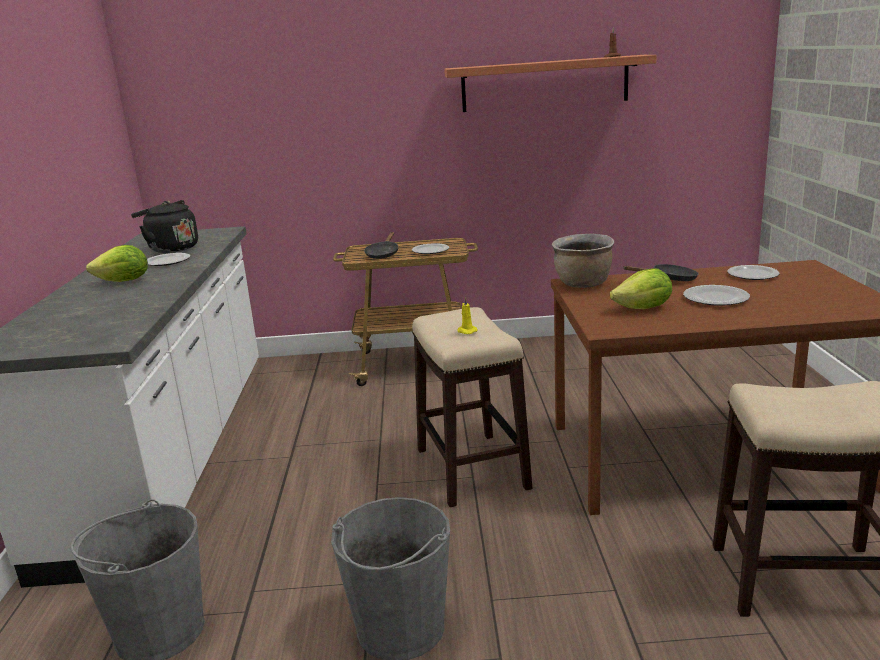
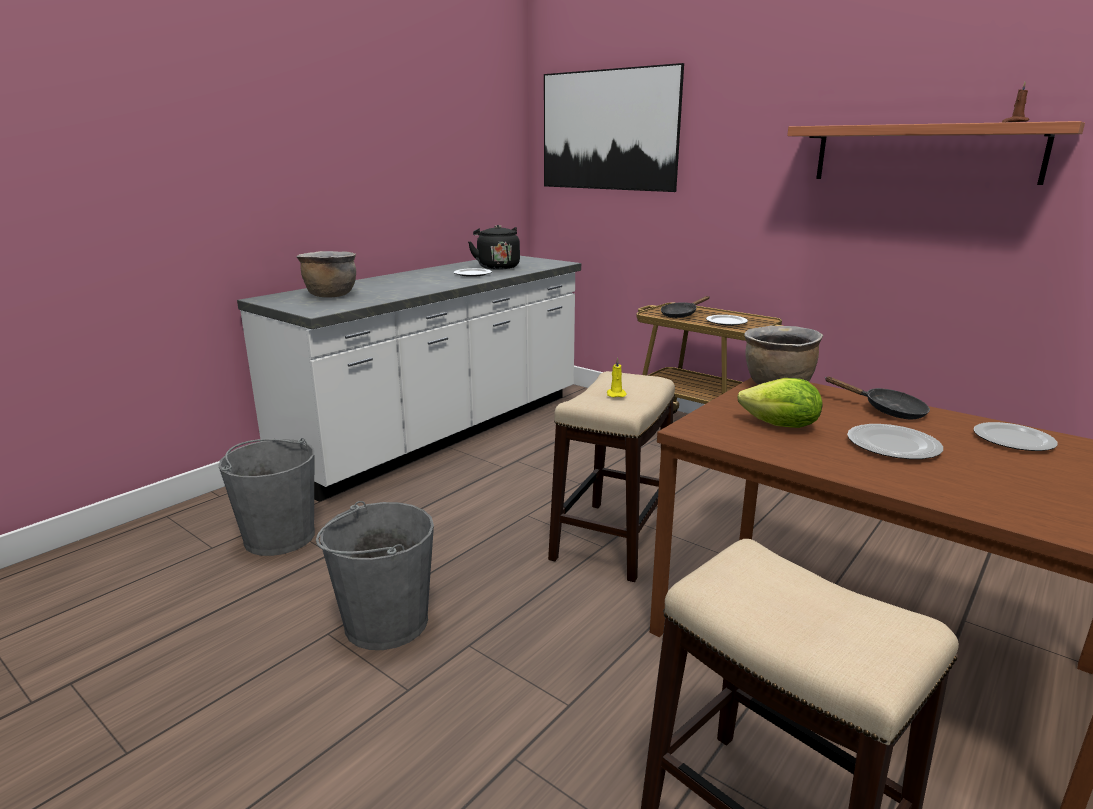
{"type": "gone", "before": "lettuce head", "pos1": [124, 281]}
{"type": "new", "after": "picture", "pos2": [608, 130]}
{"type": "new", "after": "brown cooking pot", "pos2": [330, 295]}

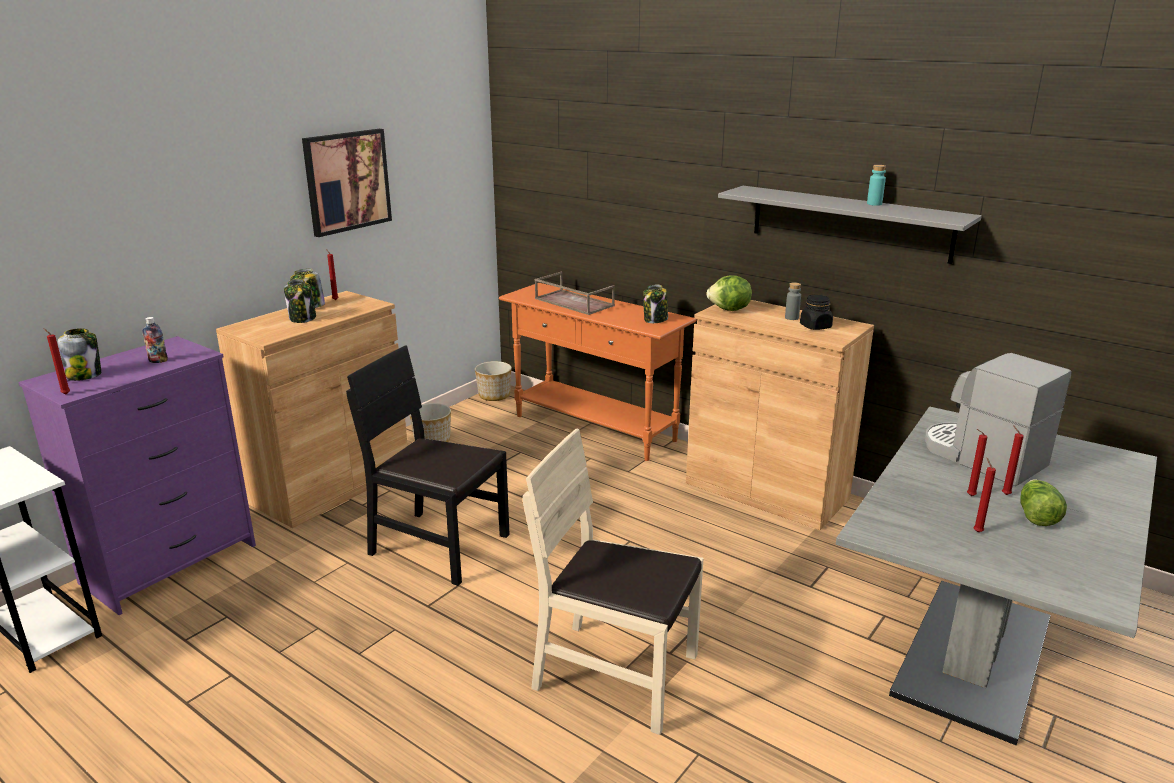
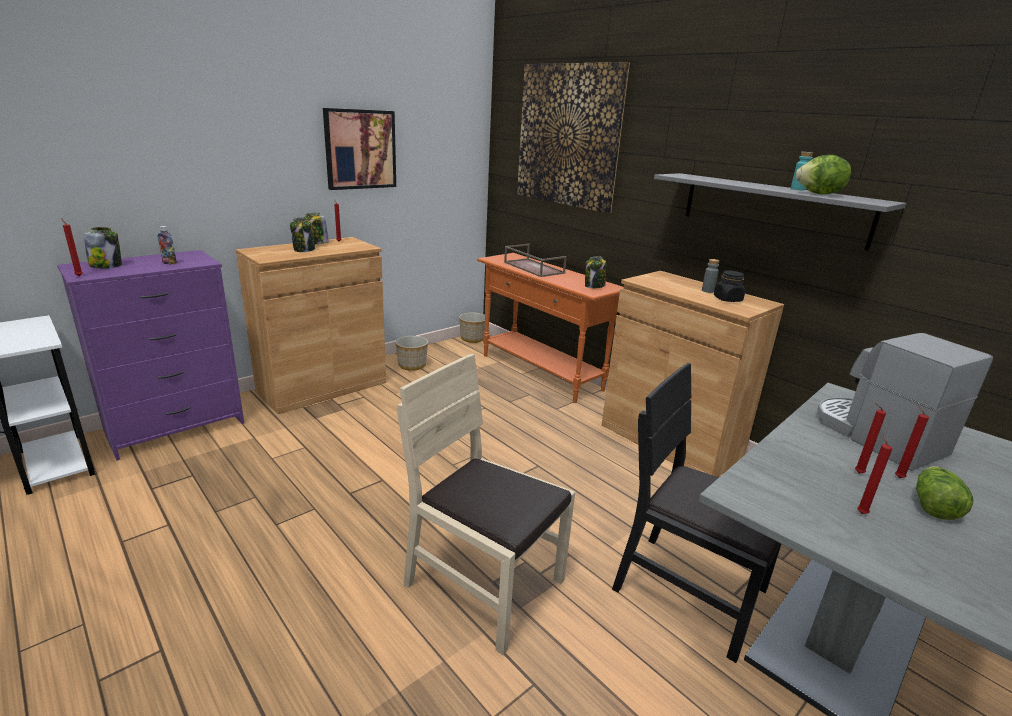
{"type": "shifted", "before": "lettuce head", "pos1": [729, 310], "pos2": [819, 194]}
{"type": "shifted", "before": "black upright chair", "pos1": [439, 546], "pos2": [690, 591]}
{"type": "new", "after": "picture", "pos2": [568, 136]}

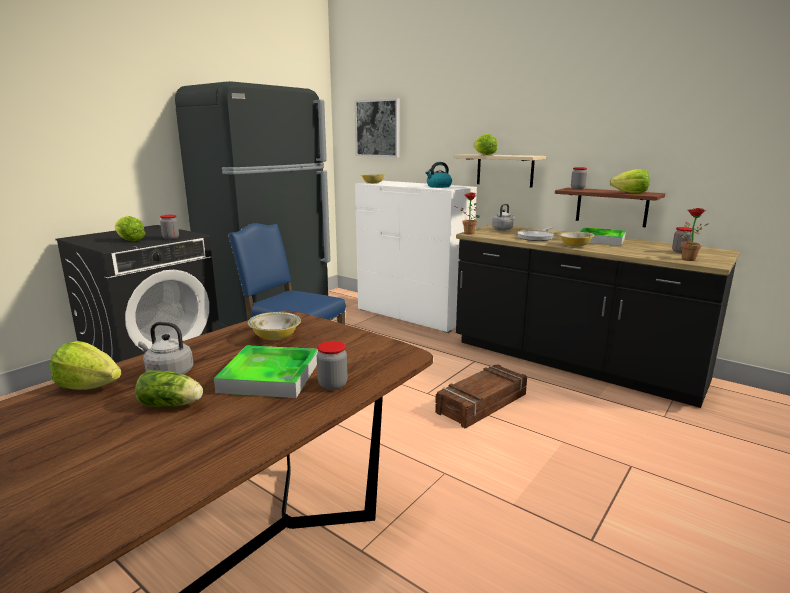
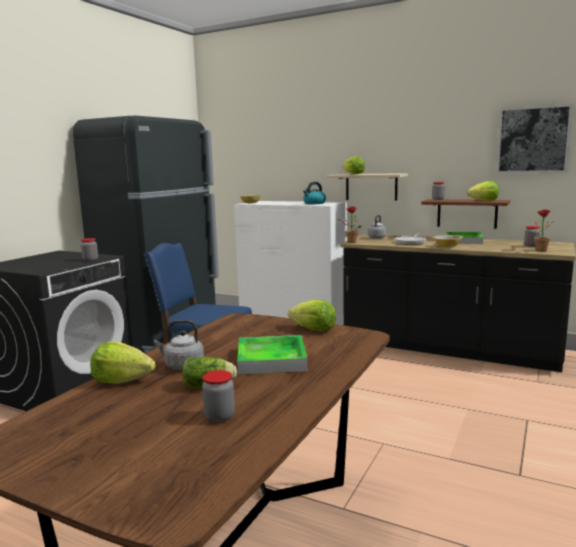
{"type": "shifted", "before": "picture", "pos1": [378, 128], "pos2": [533, 139]}
{"type": "shifted", "before": "lettuce head", "pos1": [129, 240], "pos2": [313, 329]}
{"type": "gone", "before": "serving bowl", "pos1": [275, 337]}
{"type": "shifted", "before": "jar", "pos1": [333, 385], "pos2": [219, 416]}
{"type": "gone", "before": "packing crate", "pos1": [482, 404]}

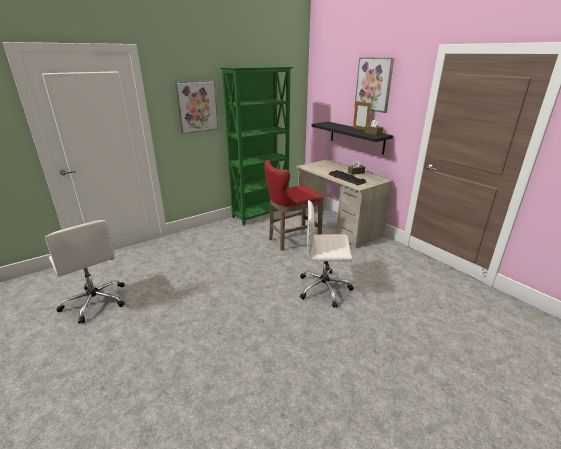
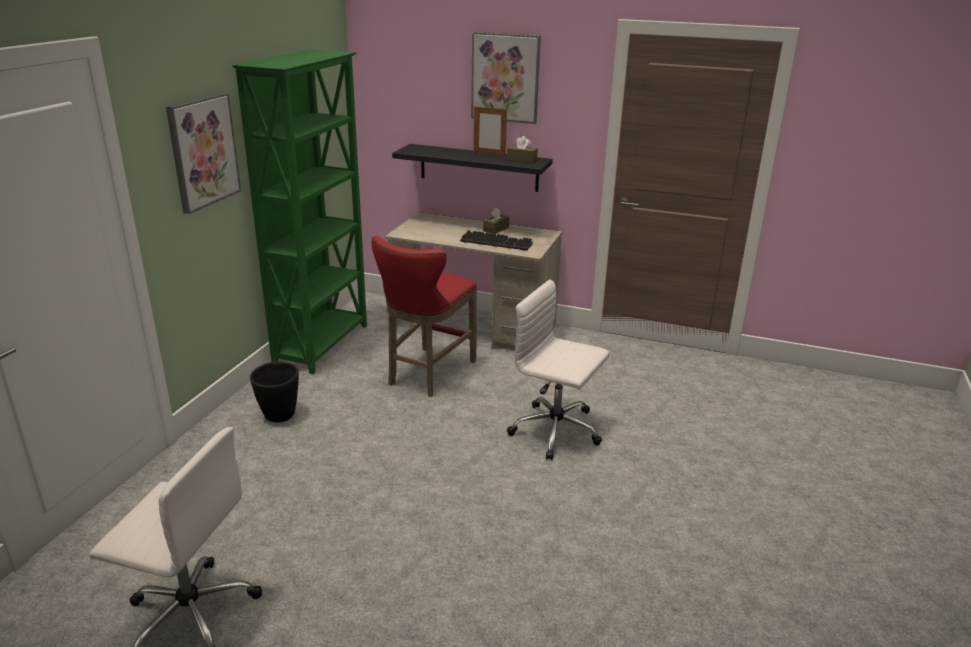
{"type": "rotated", "before": "white desk chair", "pos1": [325, 288], "pos2": [557, 431], "turn": 60}
{"type": "new", "after": "black flower pot", "pos2": [279, 416]}

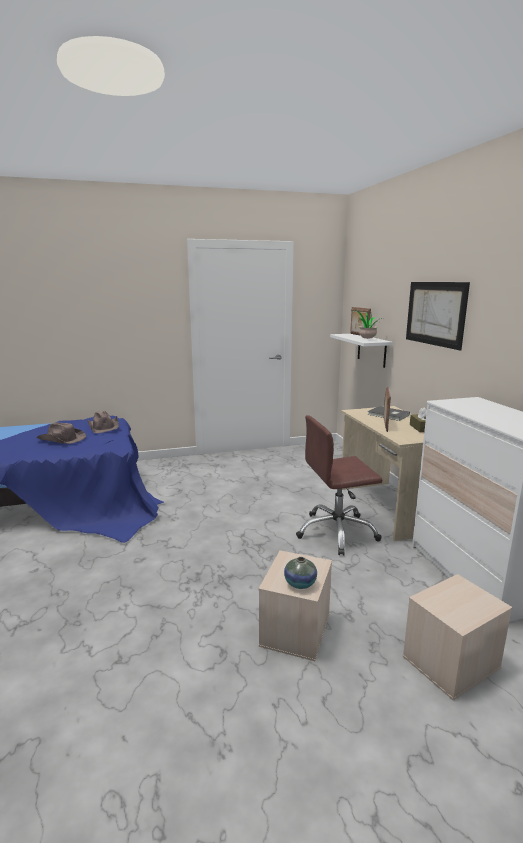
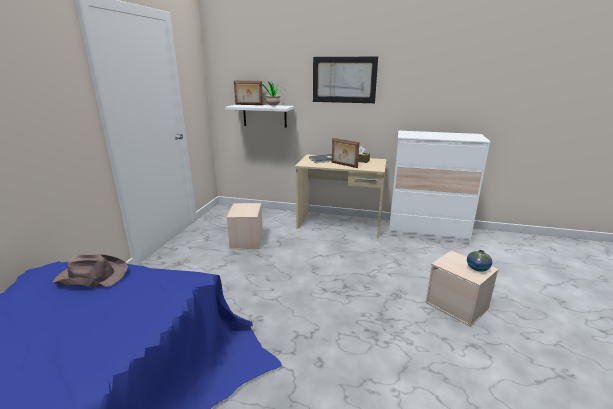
{"type": "gone", "before": "brown desk chair", "pos1": [337, 532]}
{"type": "gone", "before": "brown wearable hat", "pos1": [61, 439]}
{"type": "shifted", "before": "beige-coloured storage bin", "pos1": [451, 663], "pos2": [247, 240]}

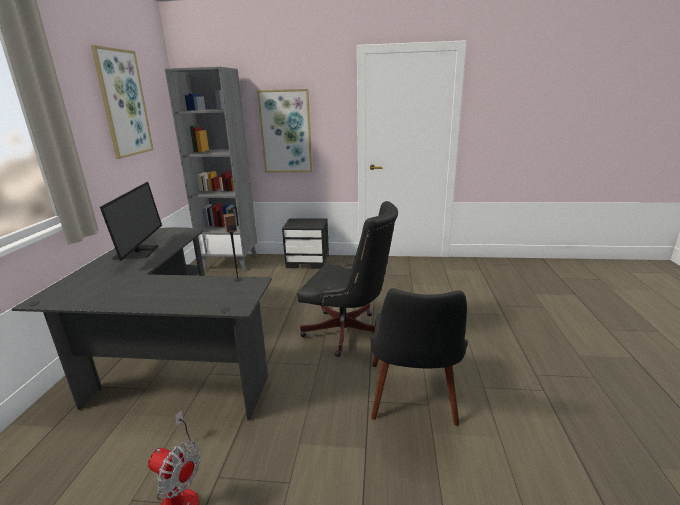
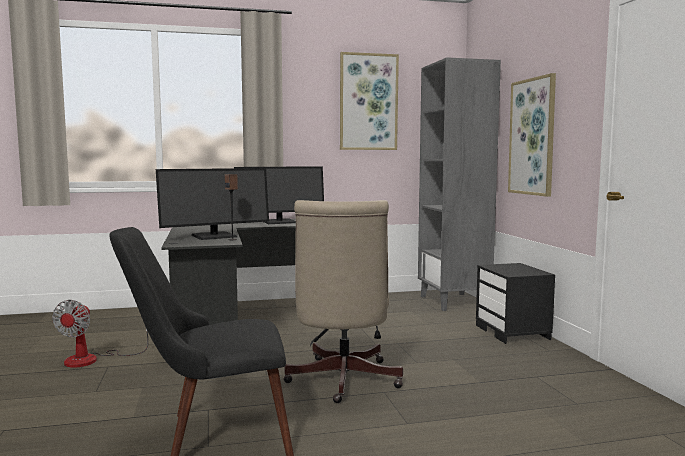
{"type": "repainted", "before": "black desk chair", "after": "beige-coloured desk chair", "pos1": [349, 333], "pos2": [342, 382]}
{"type": "new", "after": "monitor", "pos2": [214, 236]}

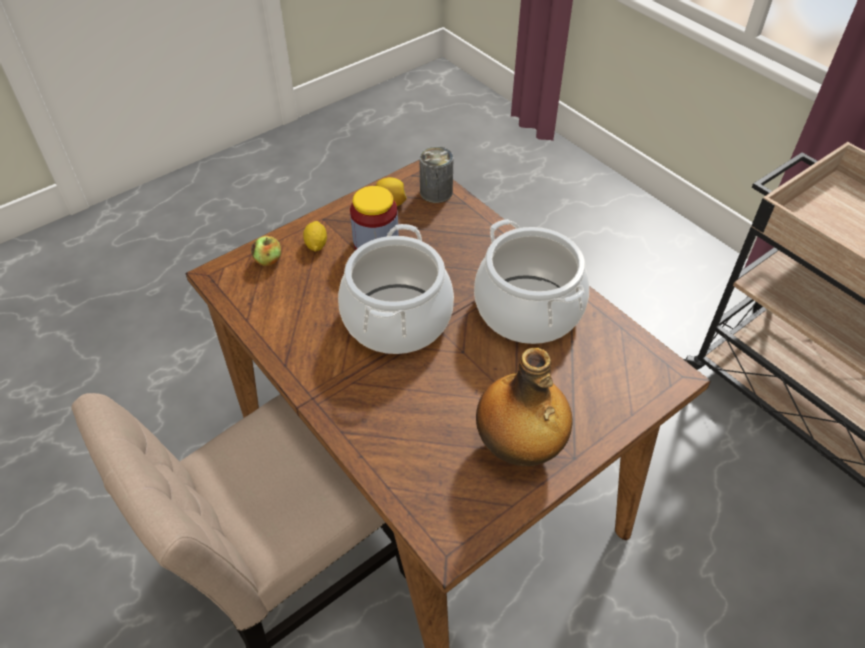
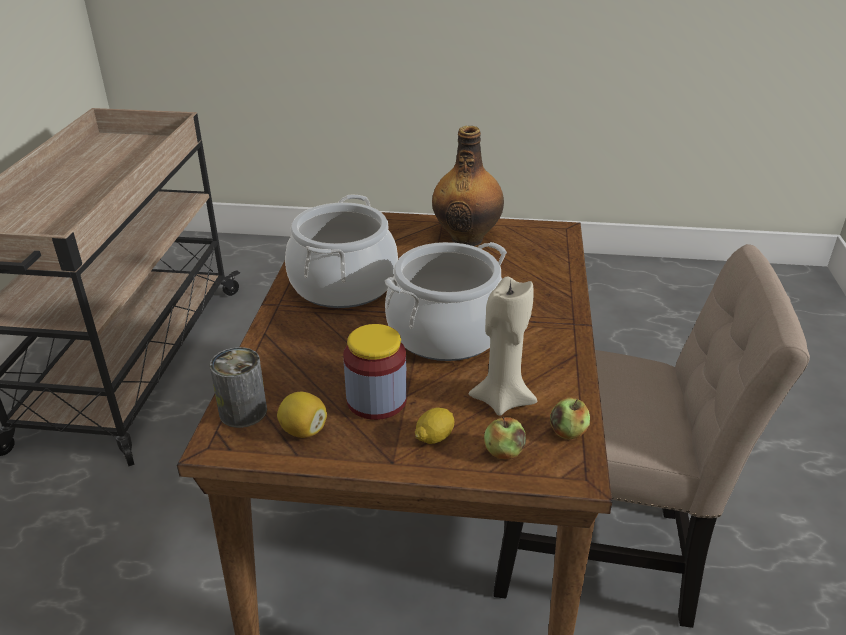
{"type": "new", "after": "beige-coloured wax light", "pos2": [502, 400]}
{"type": "new", "after": "apple", "pos2": [568, 432]}

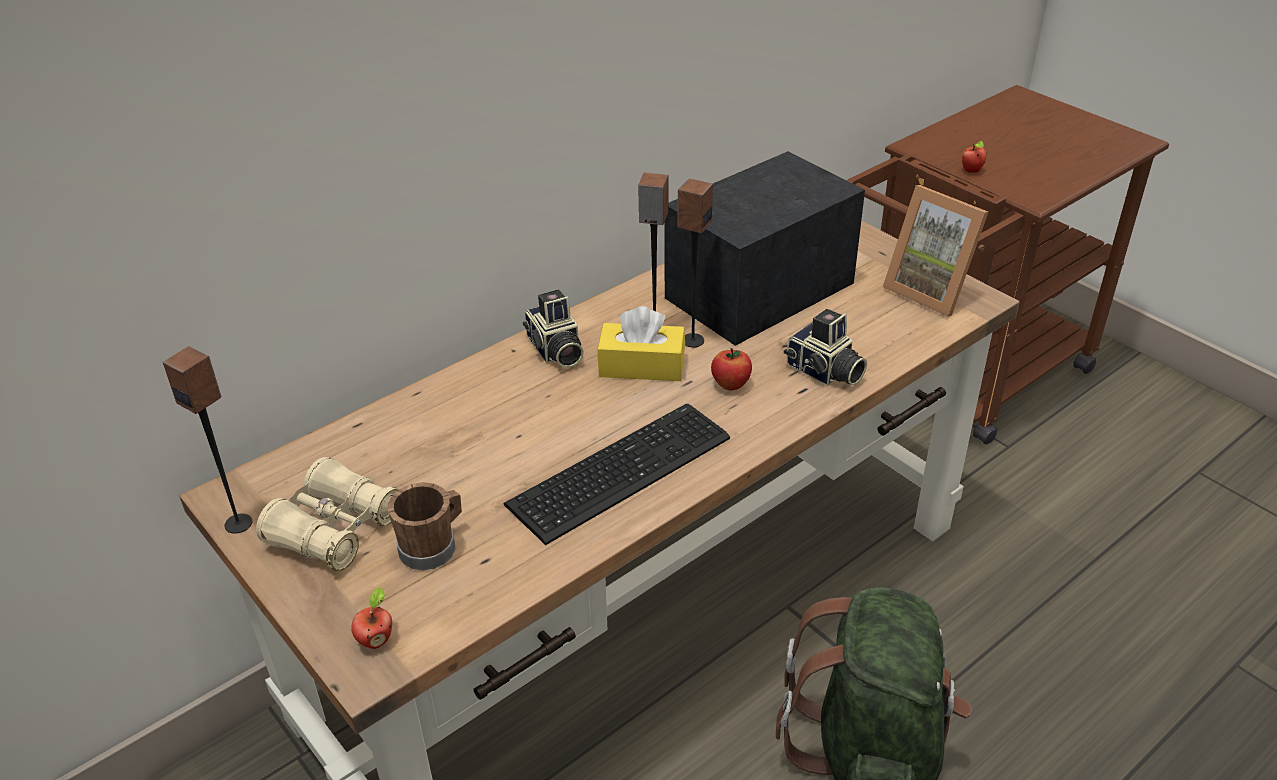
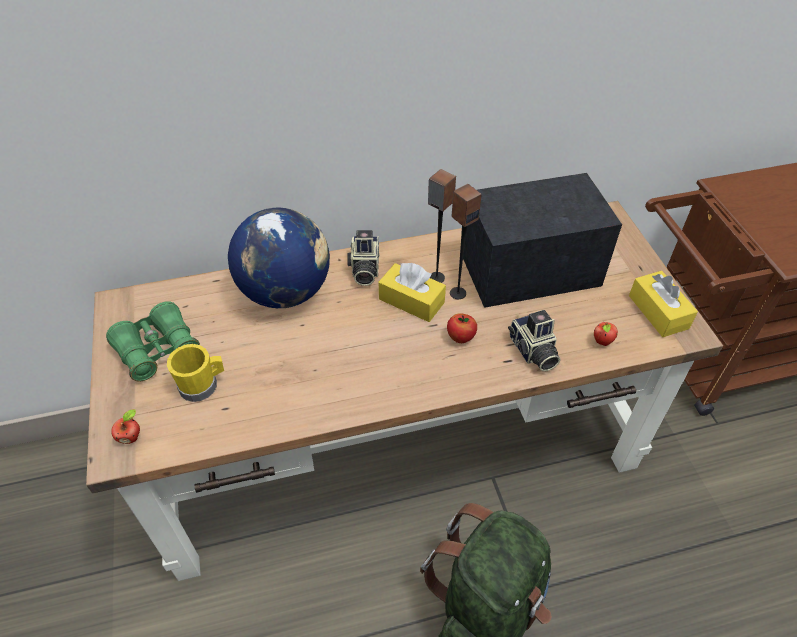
{"type": "shifted", "before": "apple", "pos1": [972, 171], "pos2": [602, 342]}
{"type": "swapped", "before": "photo frame", "after": "yellowish tissue holder", "pos1": [931, 290], "pos2": [658, 312]}
{"type": "gone", "before": "speaker", "pos1": [239, 523]}
{"type": "gone", "before": "computer keyboard", "pos1": [615, 470]}
{"type": "repainted", "before": "beige-coloured pair of binoculars", "after": "green pair of binoculars", "pos1": [334, 529], "pos2": [157, 350]}
{"type": "repainted", "before": "brown tea mug", "after": "yellowish tea mug", "pos1": [433, 546], "pos2": [203, 385]}
{"type": "new", "after": "globe", "pos2": [286, 292]}

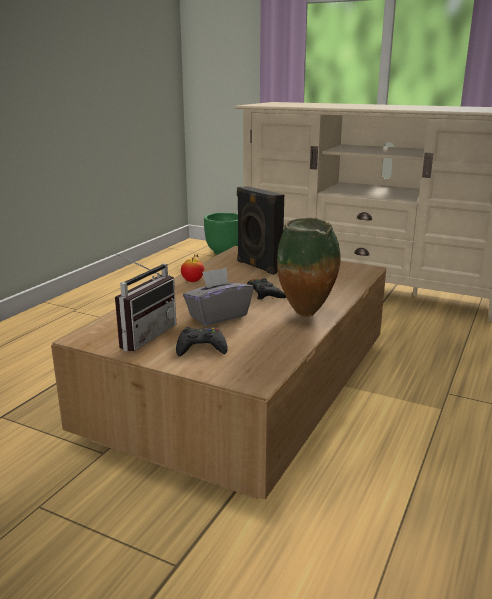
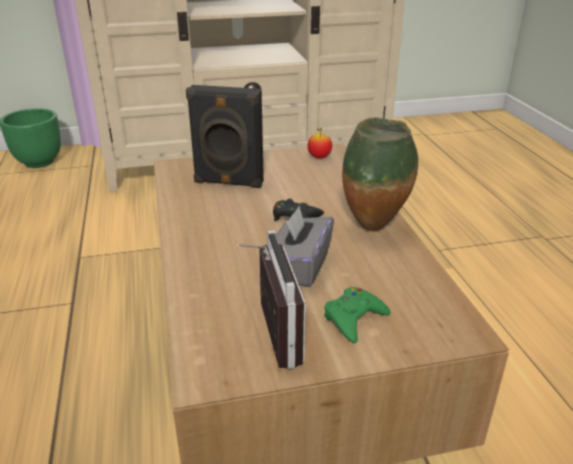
{"type": "shifted", "before": "apple", "pos1": [193, 281], "pos2": [319, 157]}
{"type": "repainted", "before": "black gamepad", "after": "green gamepad", "pos1": [201, 347], "pos2": [354, 318]}

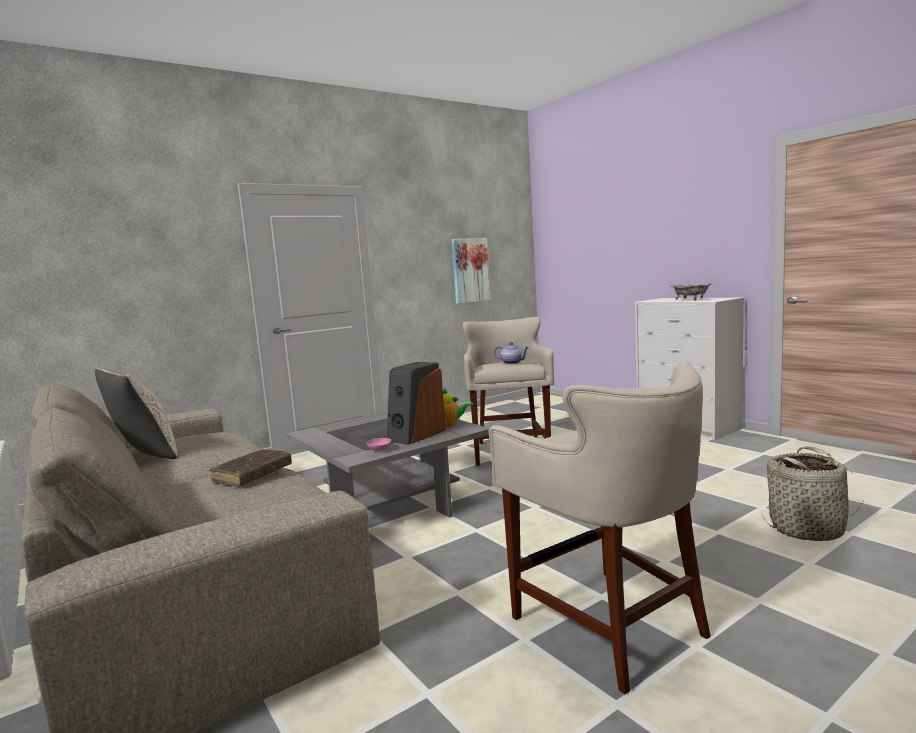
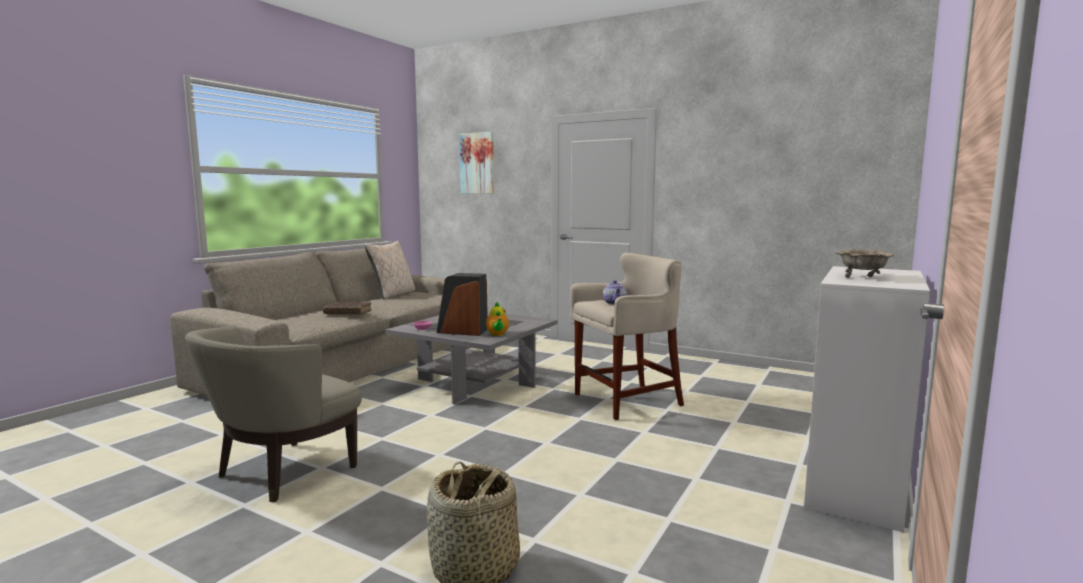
{"type": "shifted", "before": "picture", "pos1": [470, 270], "pos2": [477, 163]}
{"type": "swapped", "before": "beige-coloured stool", "after": "beige-coloured easy chair", "pos1": [608, 623], "pos2": [282, 473]}

